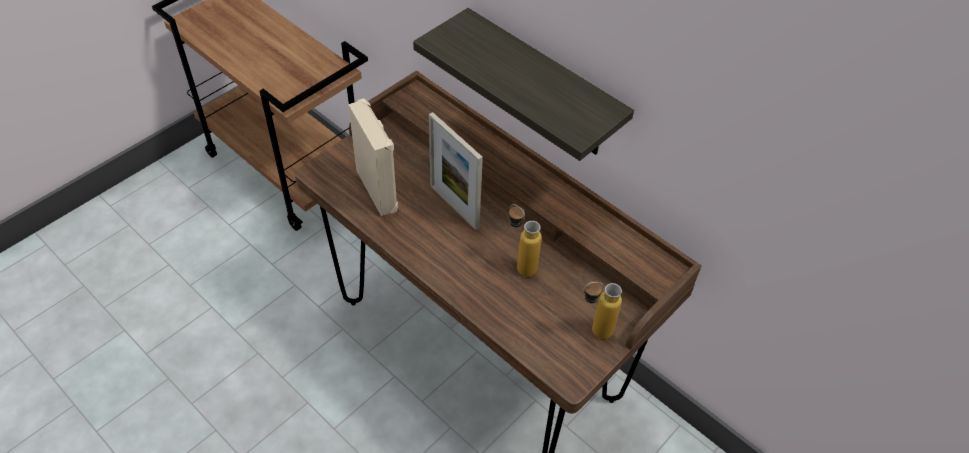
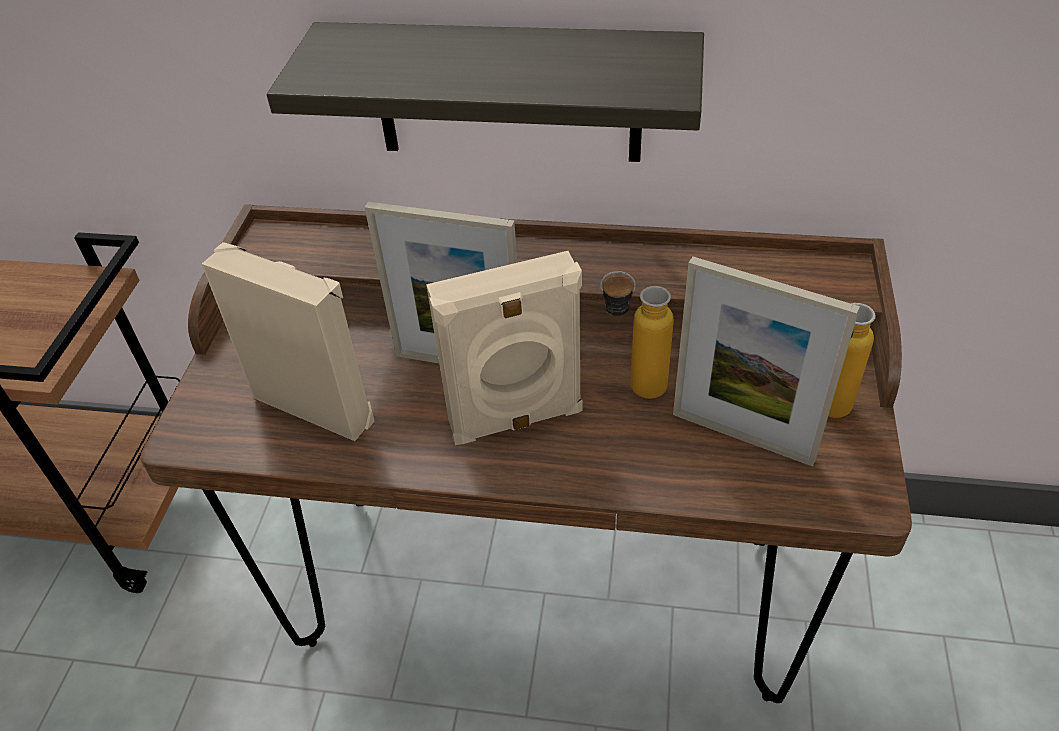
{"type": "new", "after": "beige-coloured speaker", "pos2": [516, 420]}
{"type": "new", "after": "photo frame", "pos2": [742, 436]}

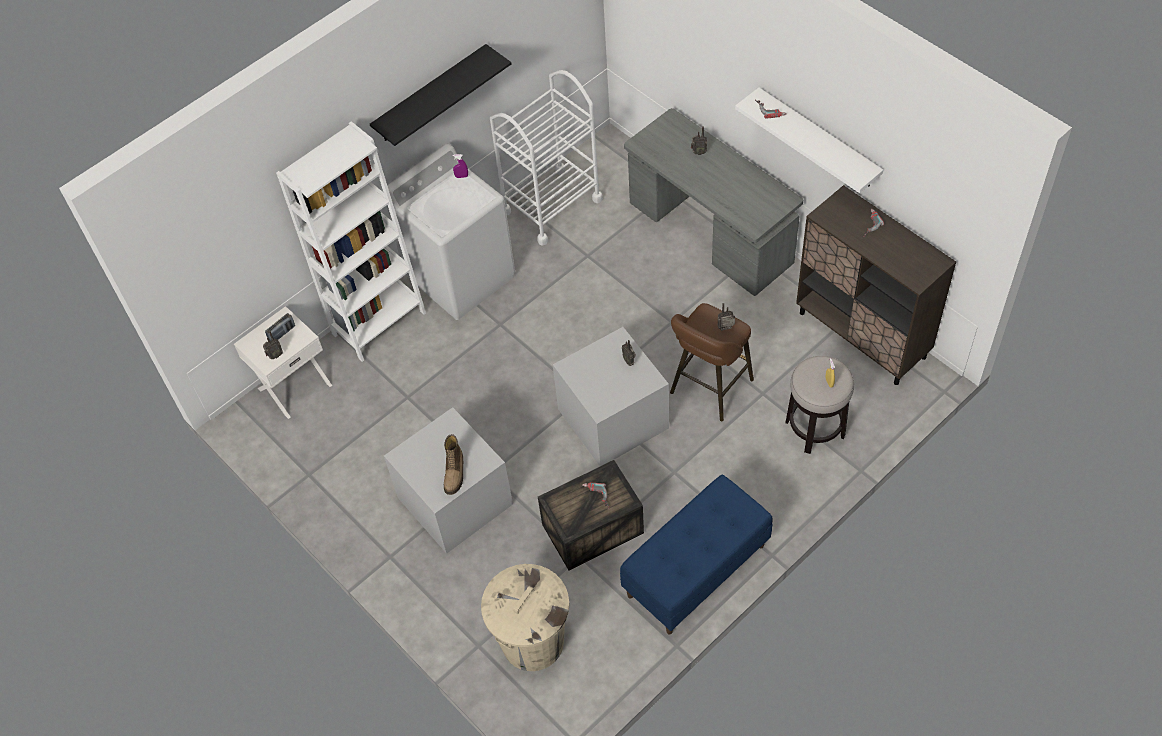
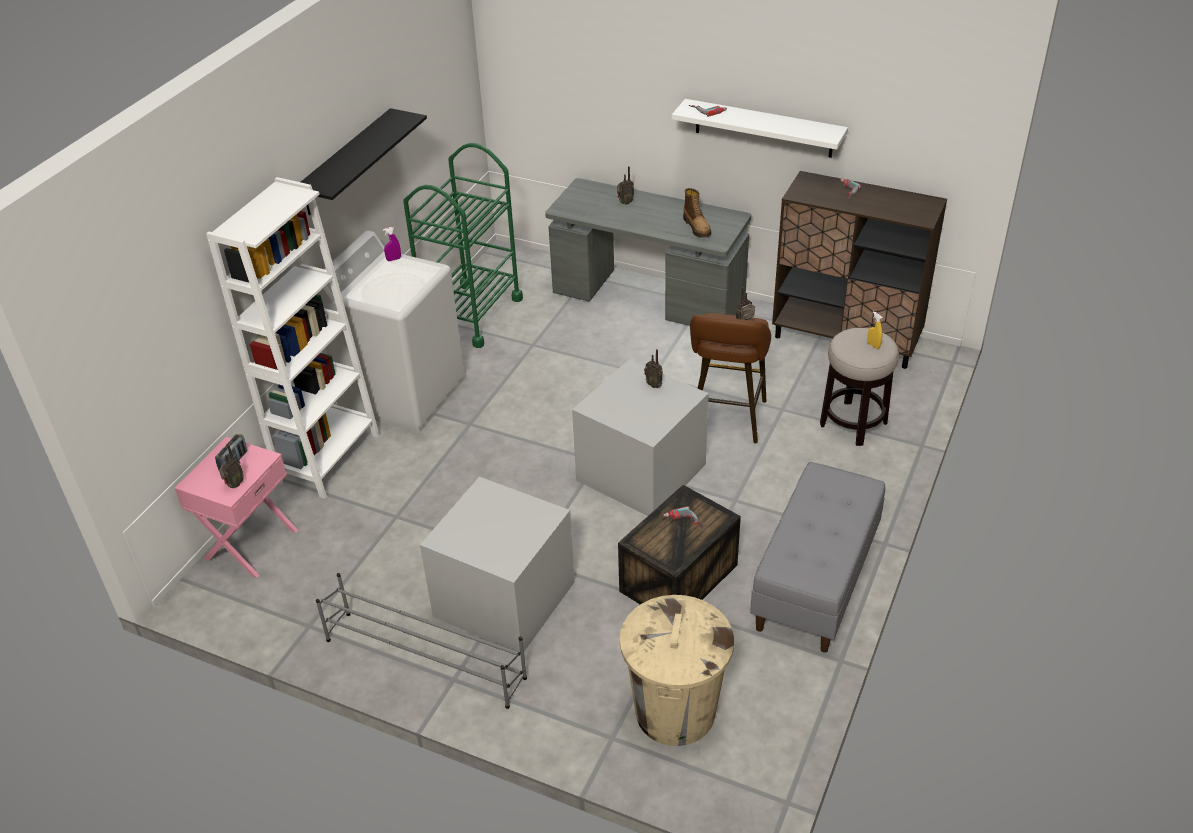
{"type": "repainted", "before": "white cart", "after": "green cart", "pos1": [551, 205], "pos2": [471, 314]}
{"type": "repainted", "before": "white night table", "after": "pinkish night table", "pos1": [294, 386], "pos2": [250, 544]}
{"type": "shifted", "before": "boot", "pos1": [454, 473], "pos2": [697, 227]}
{"type": "repainted", "before": "bluish indoor bench", "after": "greyish indoor bench", "pos1": [696, 571], "pos2": [816, 583]}
{"type": "new", "after": "greyish shoe stand", "pos2": [424, 658]}

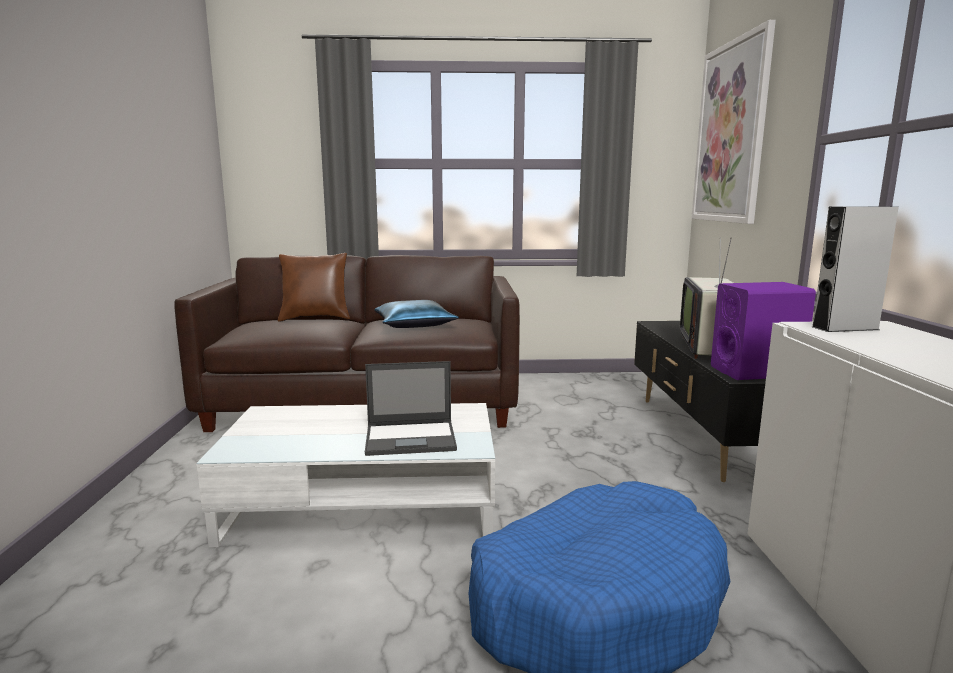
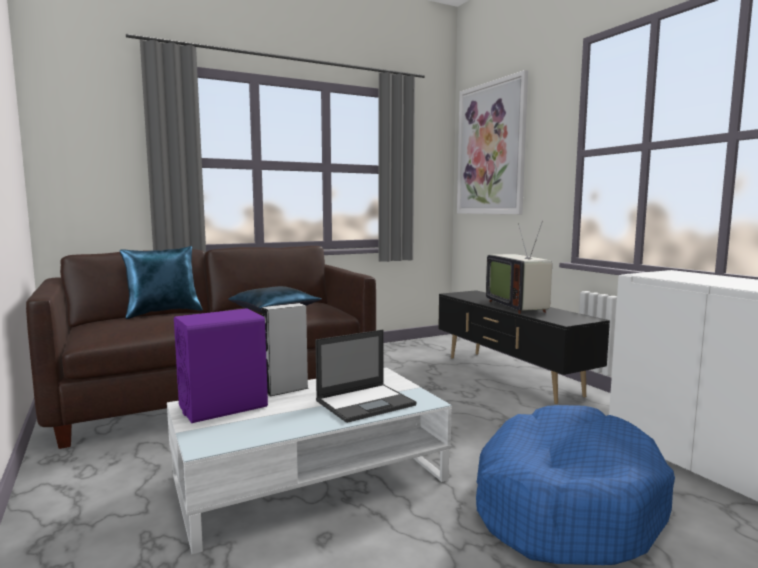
{"type": "shifted", "before": "greyish speaker", "pos1": [845, 328], "pos2": [286, 389]}
{"type": "repainted", "before": "brown throw pillow", "after": "bluish throw pillow", "pos1": [316, 318], "pos2": [163, 313]}
{"type": "shifted", "before": "purplish speaker", "pos1": [756, 371], "pos2": [223, 406]}

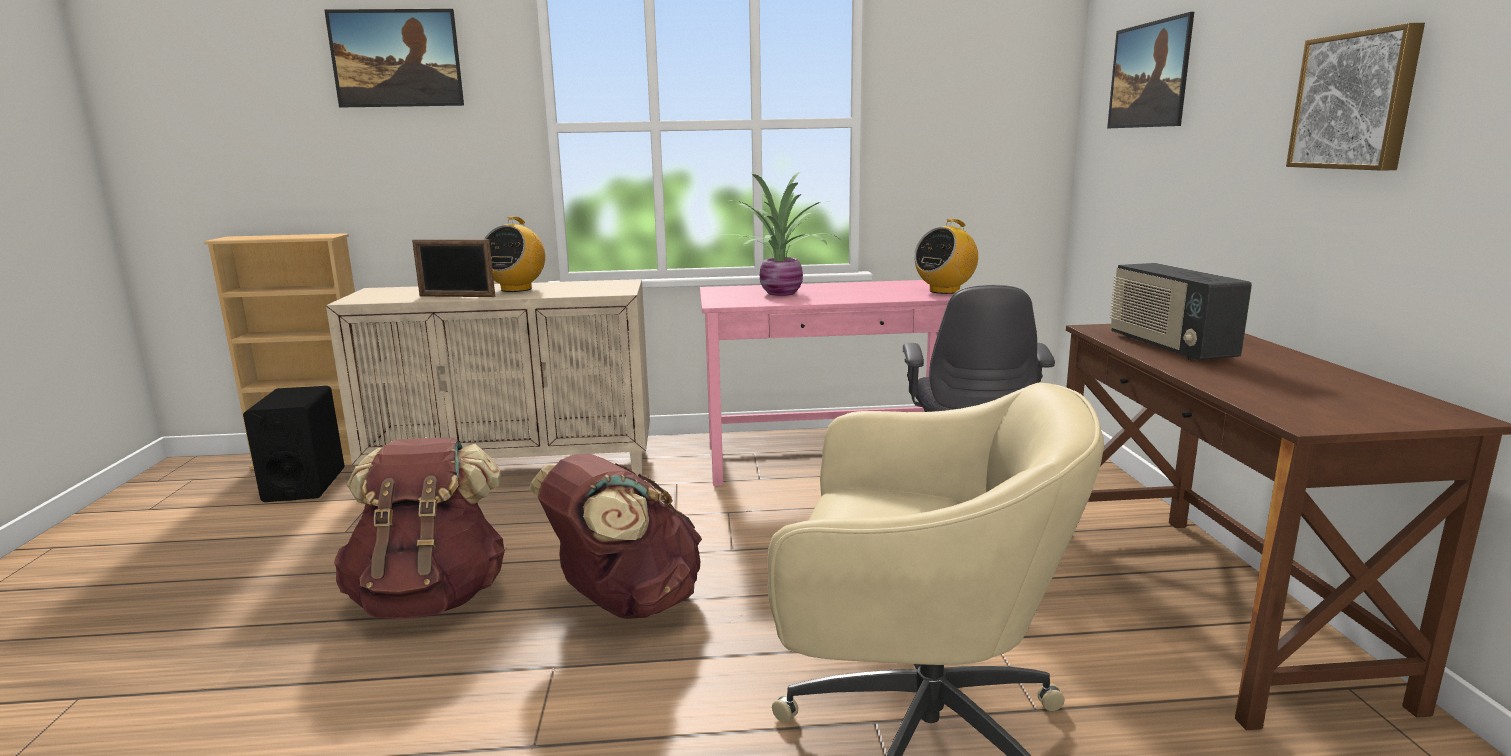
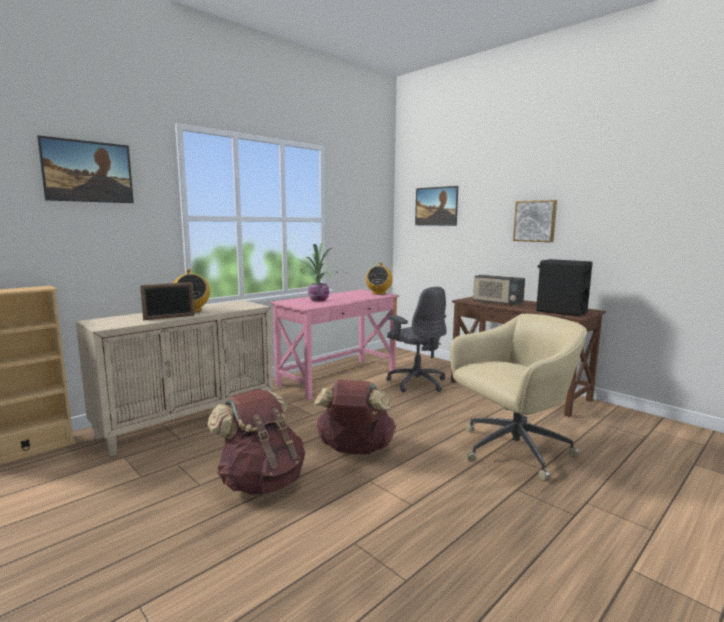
{"type": "shifted", "before": "black speaker", "pos1": [304, 485], "pos2": [561, 312]}

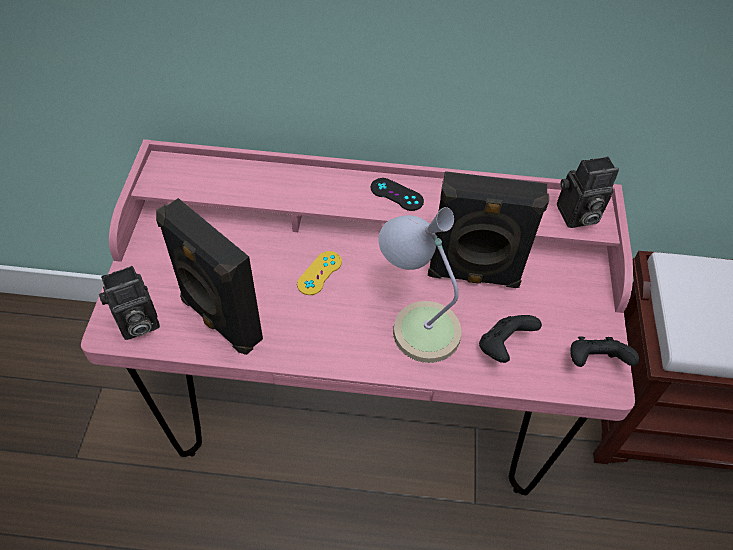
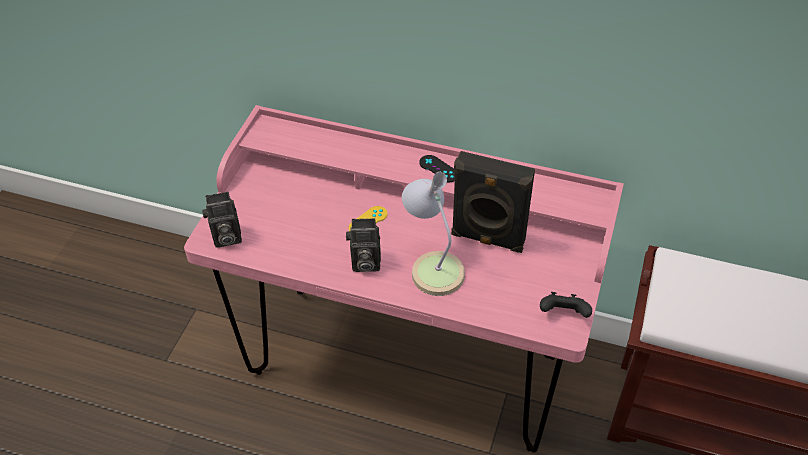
{"type": "shifted", "before": "photo camera", "pos1": [576, 216], "pos2": [364, 263]}
{"type": "gone", "before": "black speaker", "pos1": [219, 321]}
{"type": "gone", "before": "black gamepad", "pos1": [503, 346]}

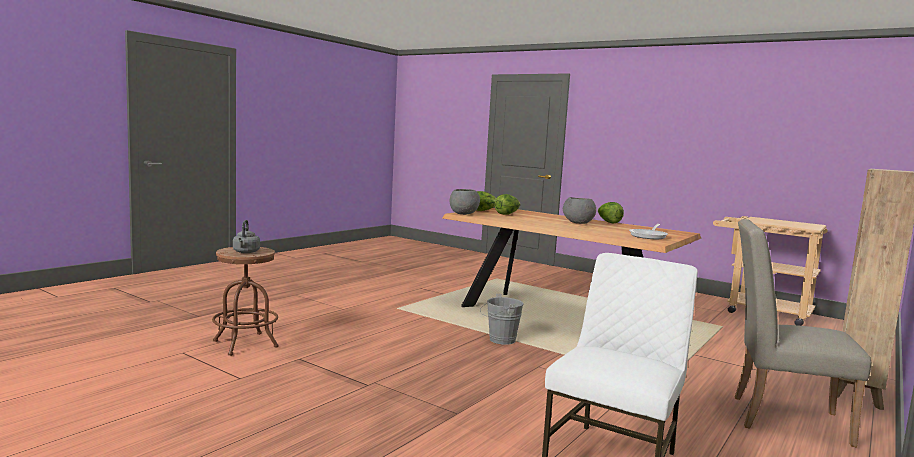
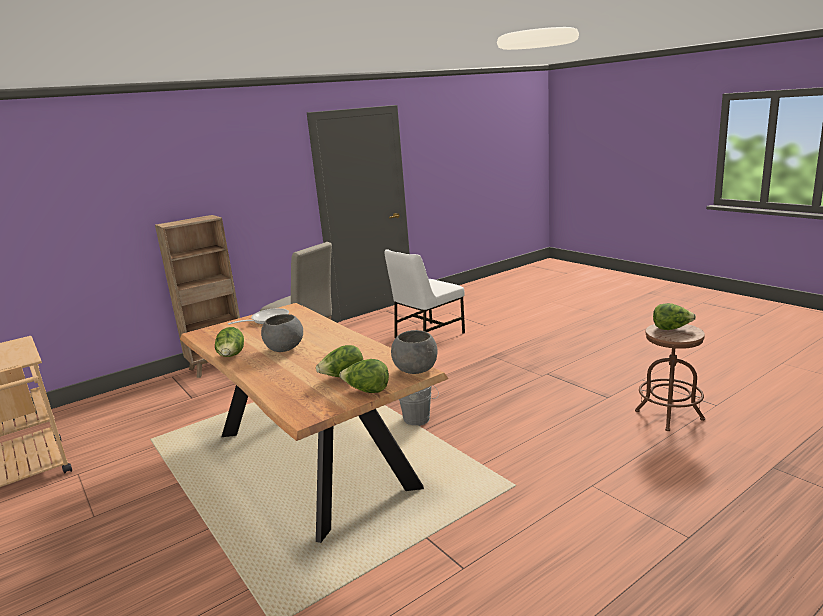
{"type": "swapped", "before": "greyish water kettle", "after": "lettuce head", "pos1": [246, 252], "pos2": [671, 329]}

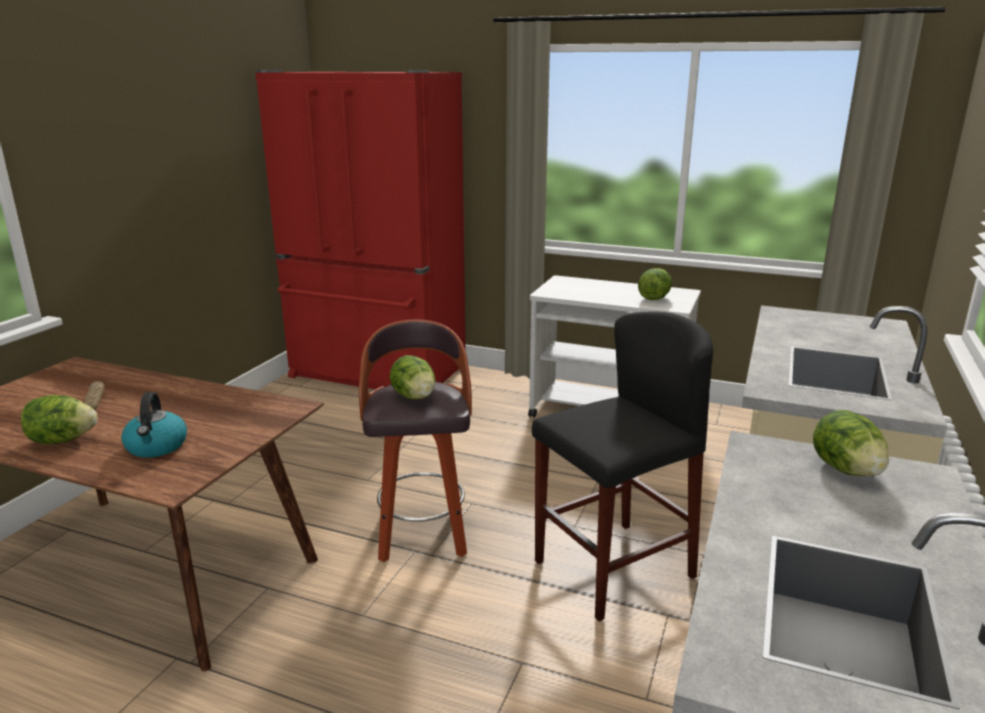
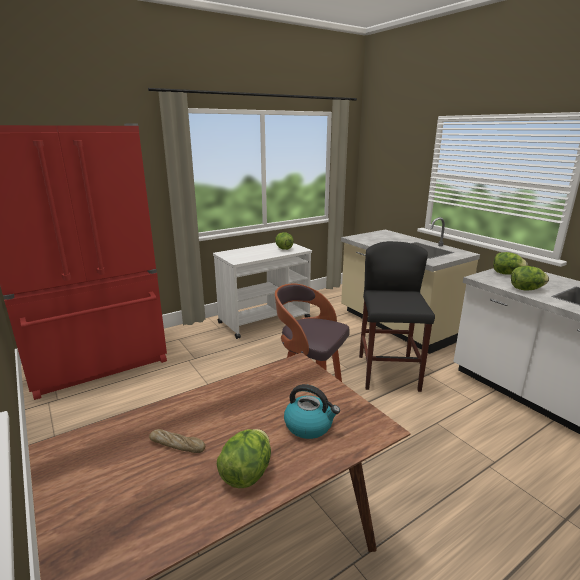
{"type": "shifted", "before": "lettuce head", "pos1": [414, 397], "pos2": [526, 289]}

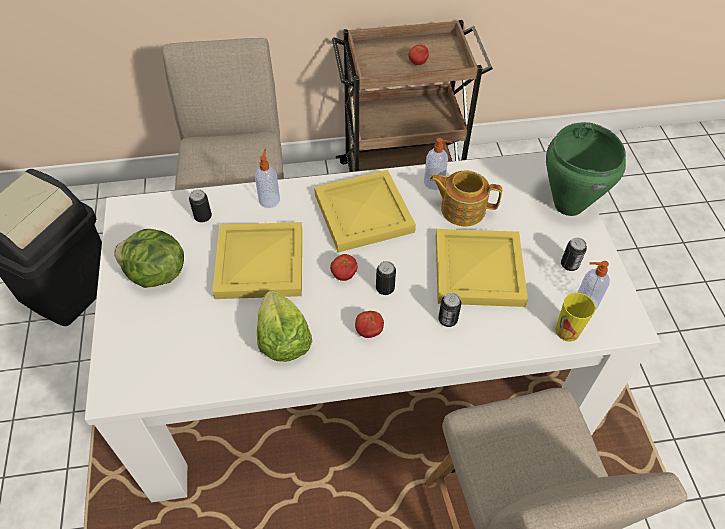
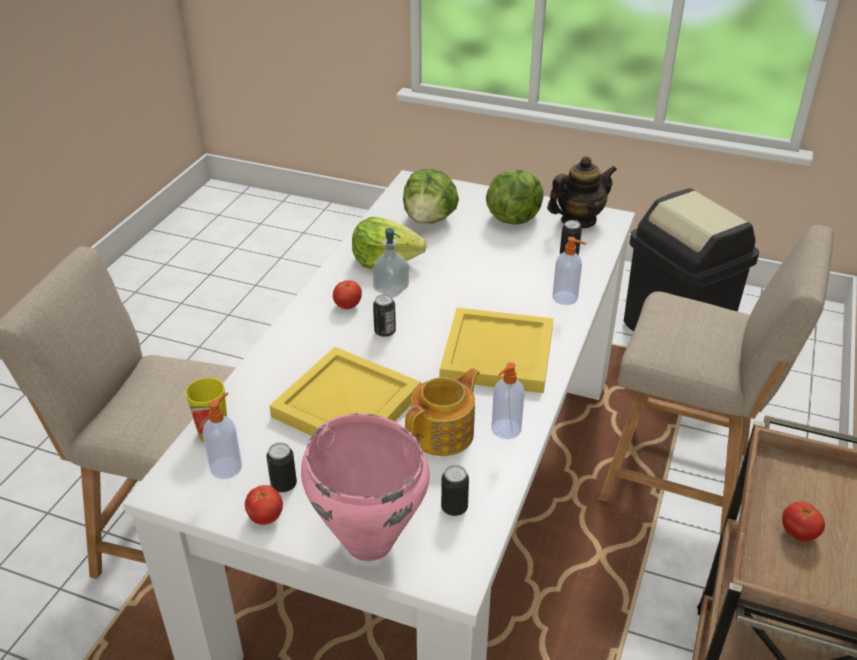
{"type": "repainted", "before": "green cooking pot", "after": "pinkish cooking pot", "pos1": [568, 205], "pos2": [369, 541]}
{"type": "gone", "before": "yellowish serving tray", "pos1": [258, 262]}
{"type": "shifted", "before": "fresh tomato", "pos1": [344, 275], "pos2": [265, 517]}
{"type": "shifted", "before": "can", "pos1": [447, 320], "pos2": [454, 507]}
{"type": "new", "after": "teapot", "pos2": [578, 220]}
{"type": "new", "after": "lettuce head", "pos2": [430, 219]}
{"type": "new", "after": "liquid soap bottle", "pos2": [391, 289]}

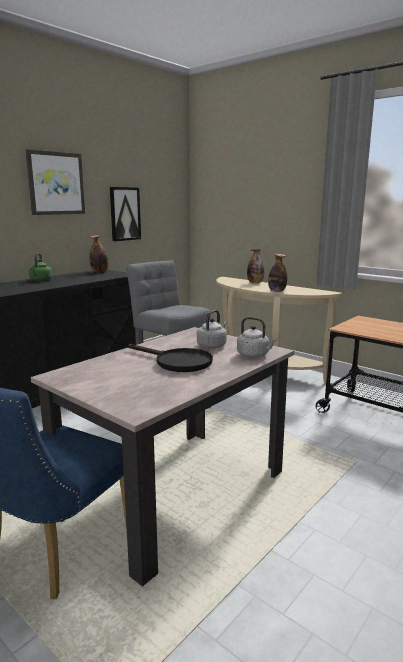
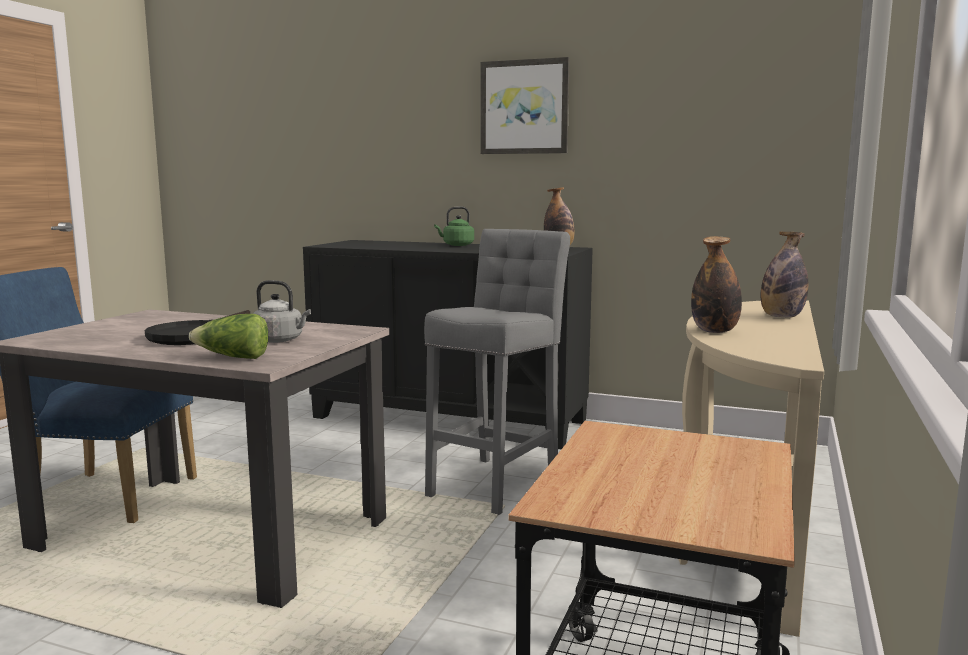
{"type": "gone", "before": "picture", "pos1": [124, 214]}
{"type": "swapped", "before": "greyish water kettle", "after": "lettuce head", "pos1": [254, 355], "pos2": [233, 358]}

